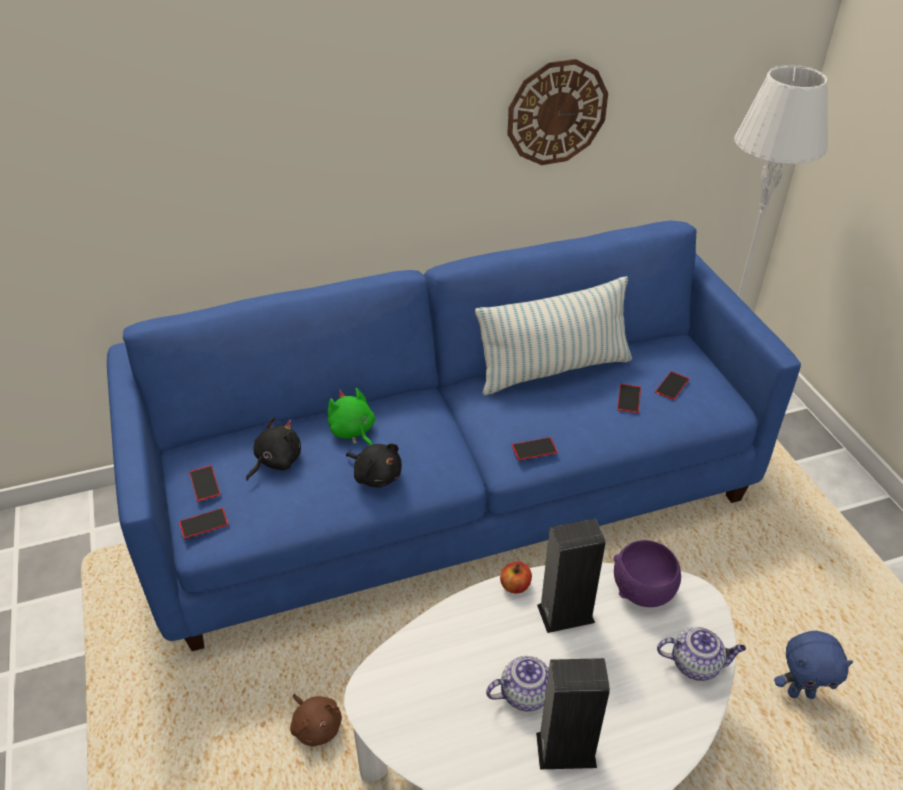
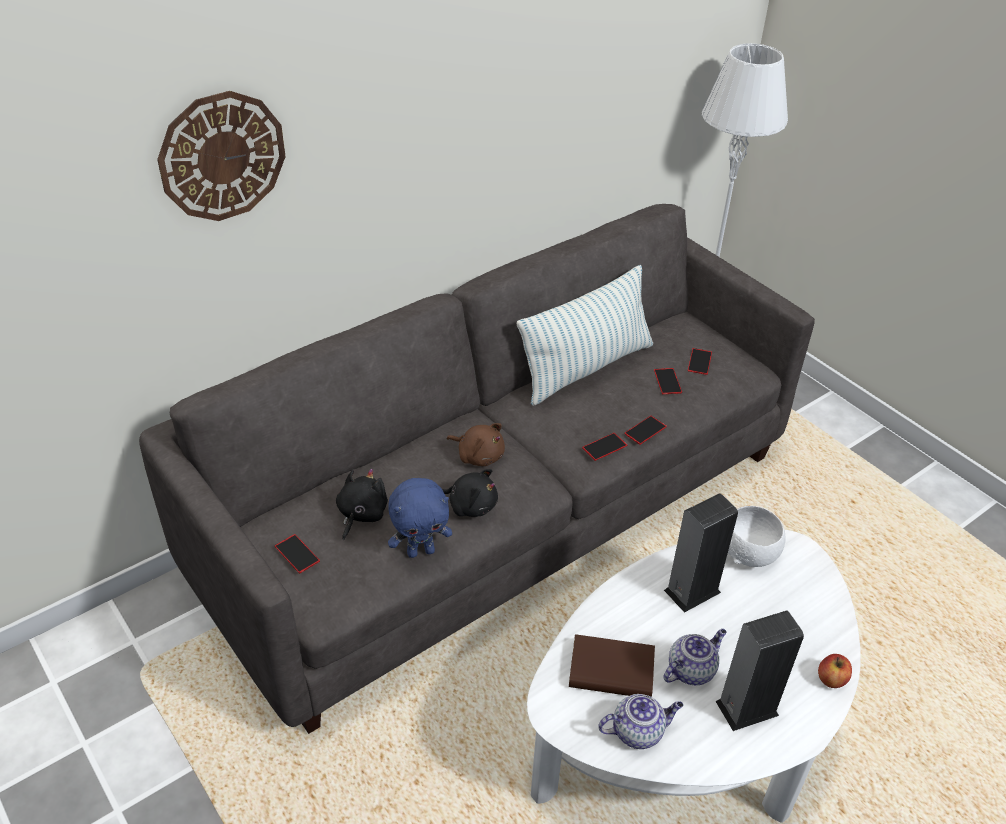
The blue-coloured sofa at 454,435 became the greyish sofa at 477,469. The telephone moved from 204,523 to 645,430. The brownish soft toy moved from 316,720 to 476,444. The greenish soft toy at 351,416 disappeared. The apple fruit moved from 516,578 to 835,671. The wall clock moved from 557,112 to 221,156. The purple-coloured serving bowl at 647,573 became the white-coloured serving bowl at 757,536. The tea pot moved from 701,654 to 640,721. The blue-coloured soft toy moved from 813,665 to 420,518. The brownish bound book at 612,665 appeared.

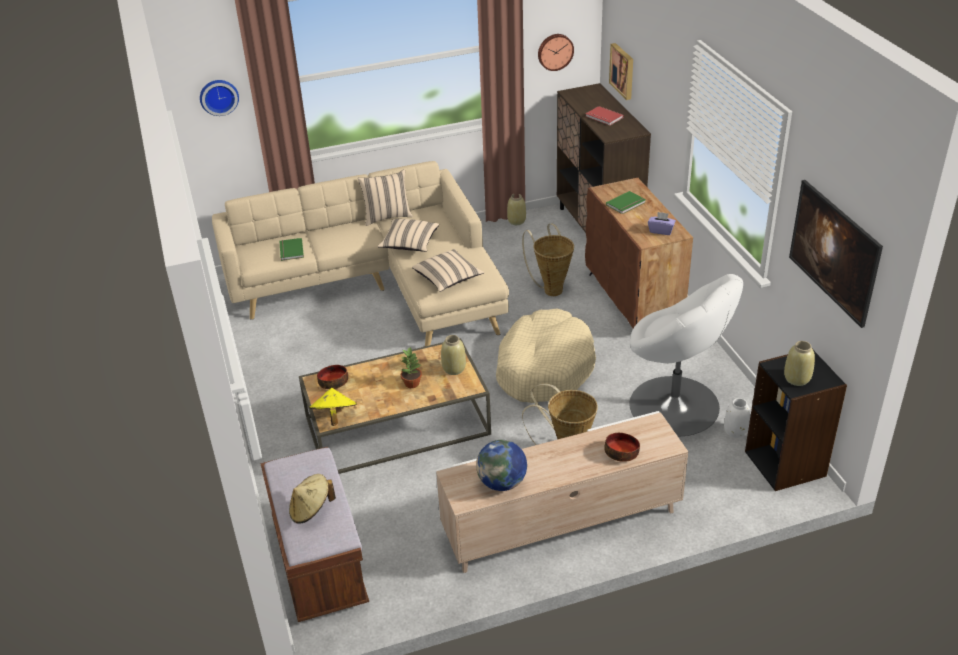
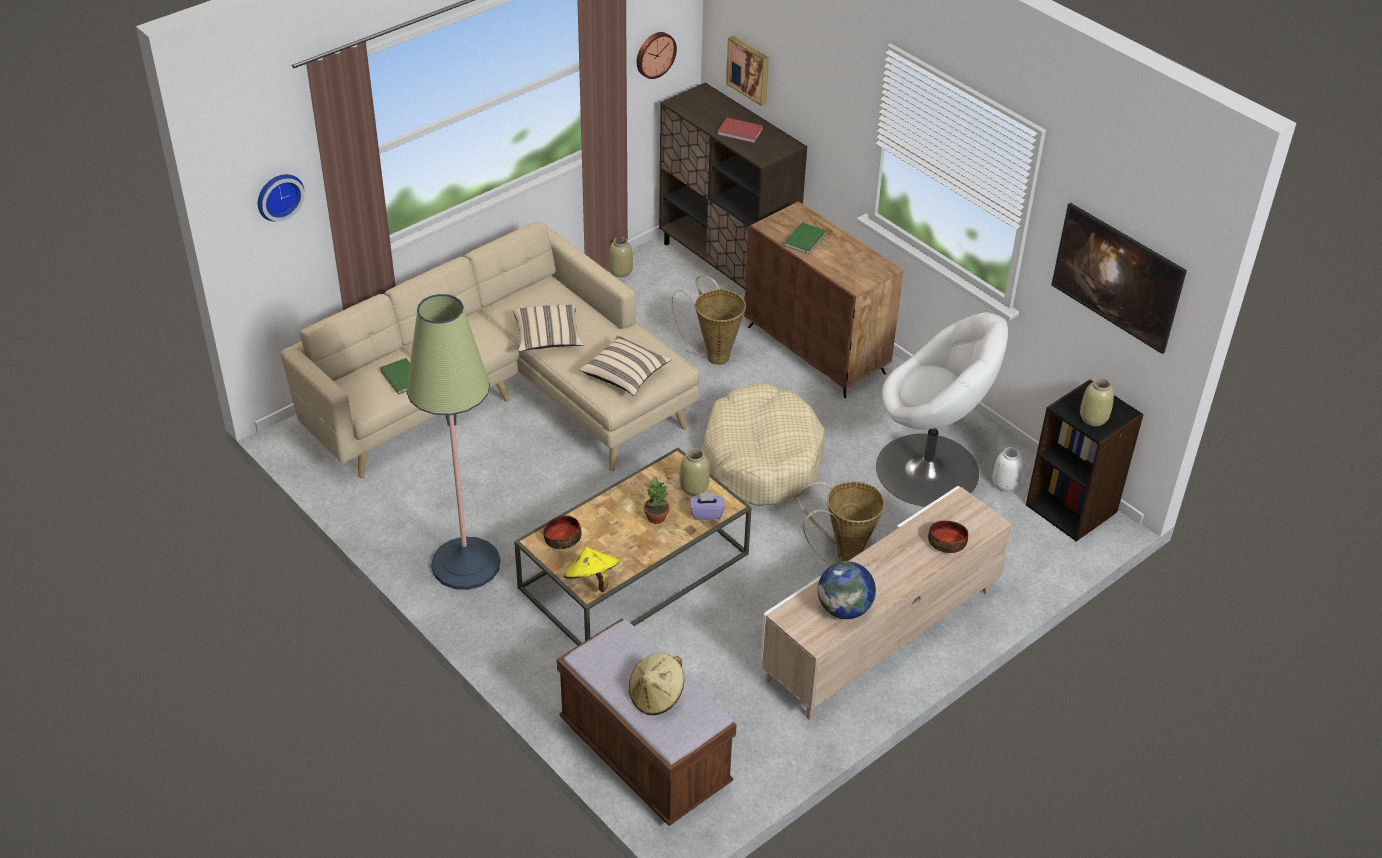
The sand-coloured cushion at 385,197 disappeared. The purple-coloured tissue box moved from 662,223 to 707,506. The floor lamp at 453,442 appeared.

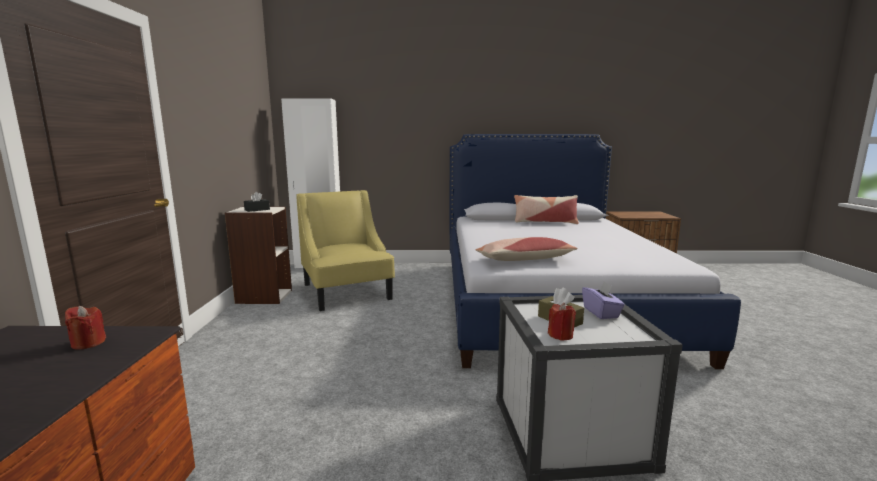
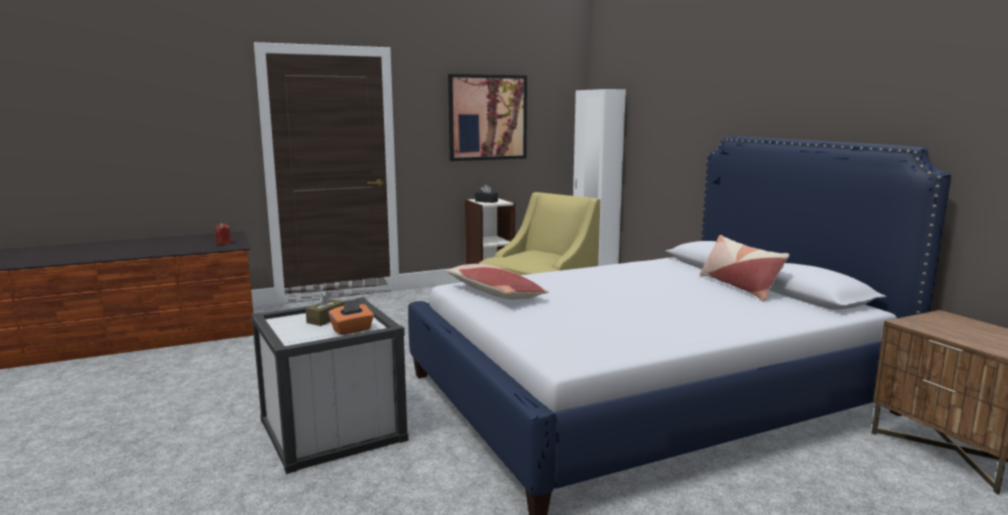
The red wax candle at 562,322 disappeared. The purple-coloured tissue box at 603,300 became the orangey tissue box at 351,318. The wall art at 487,117 appeared.

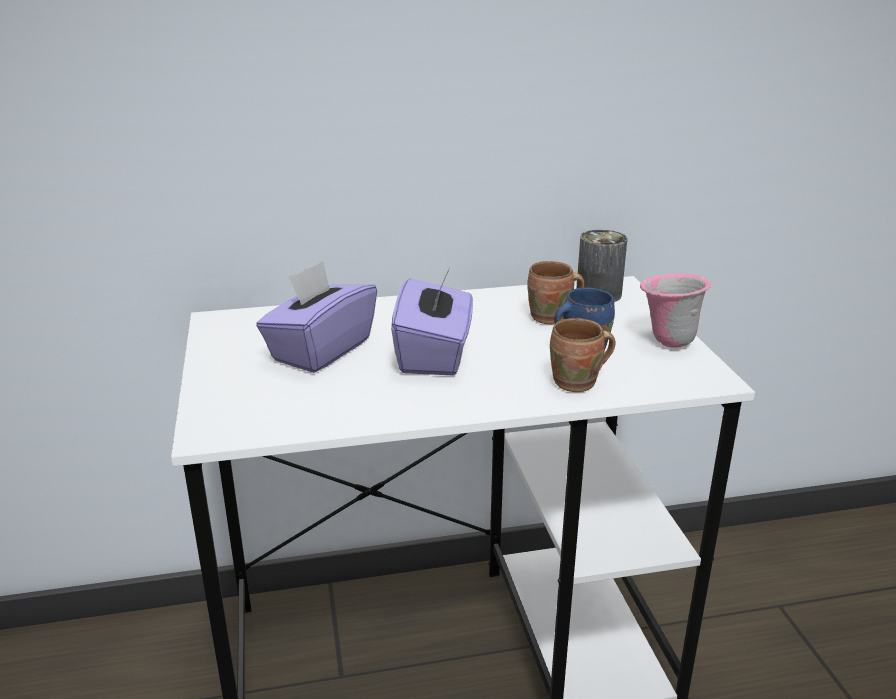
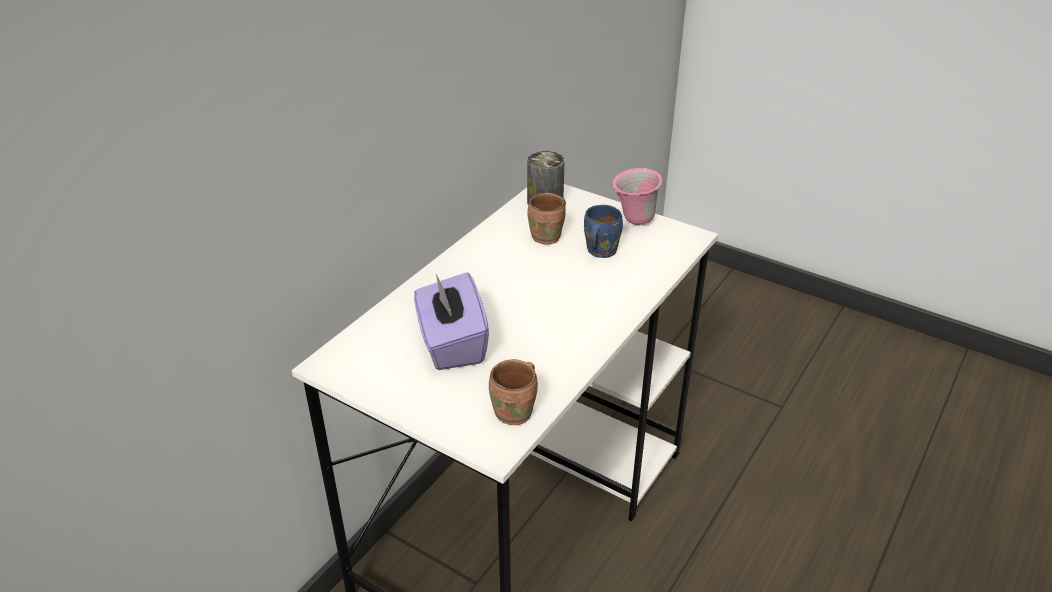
The purple-coloured tissue box at 432,321 disappeared. The brownish mug moved from 583,355 to 513,392.

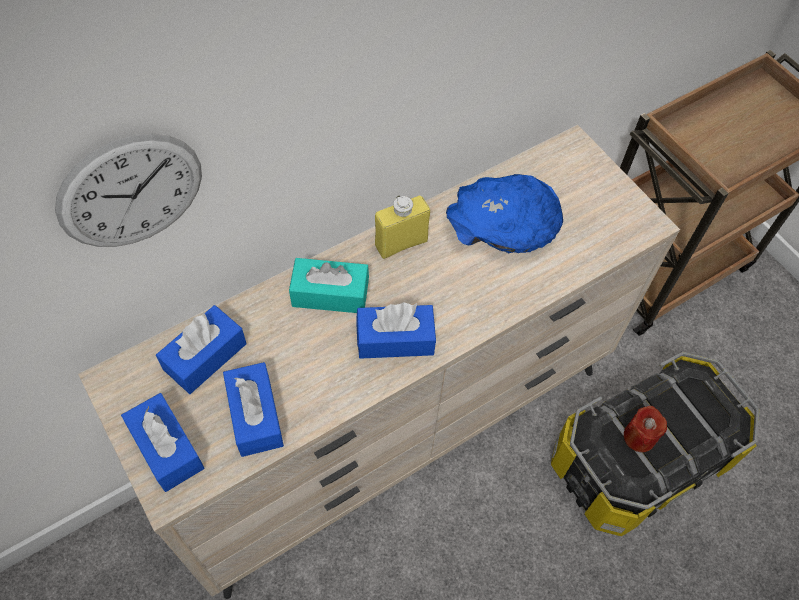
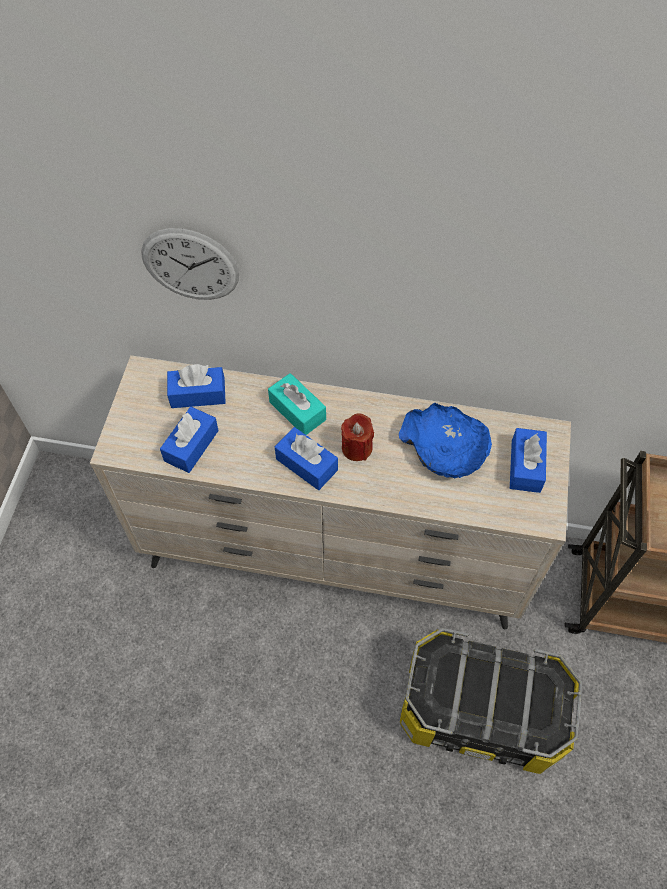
The blue-coloured tissue box moved from 162,442 to 528,460. The yellow bottle at 402,227 disappeared. The red wax candle moved from 645,429 to 357,437.

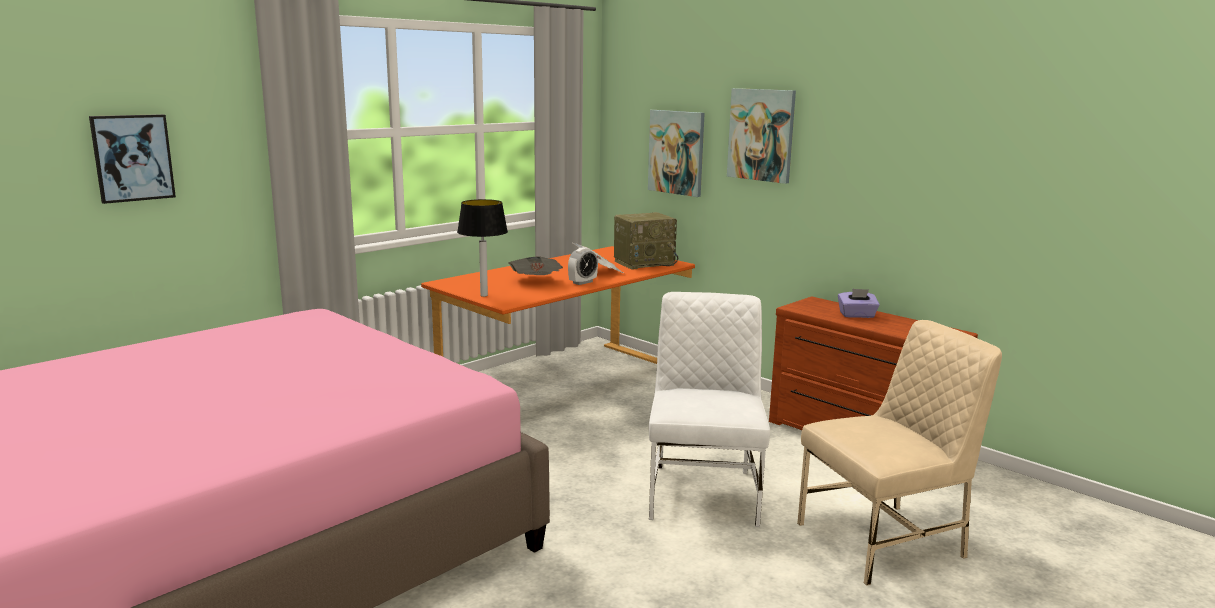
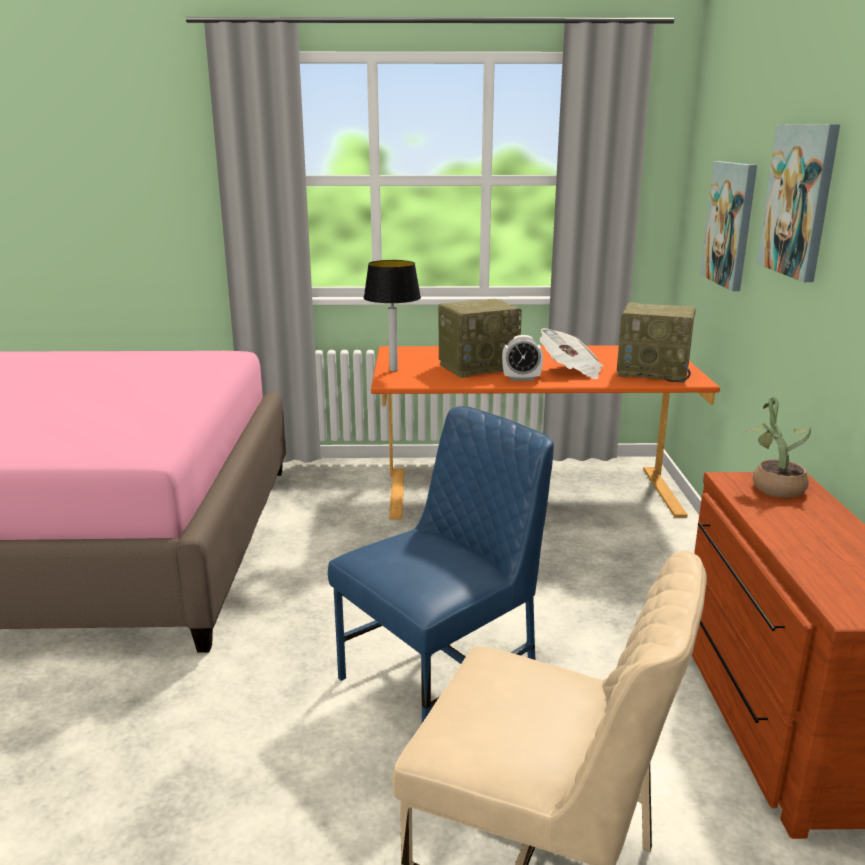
The wall art at 132,159 disappeared. The newspaper at 535,266 was replaced by the radio set at 480,338. The white-coloured chair at 709,409 became the blue-coloured chair at 441,564. The purple-coloured tissue box at 859,303 disappeared. The plant in a pot at 779,447 appeared.

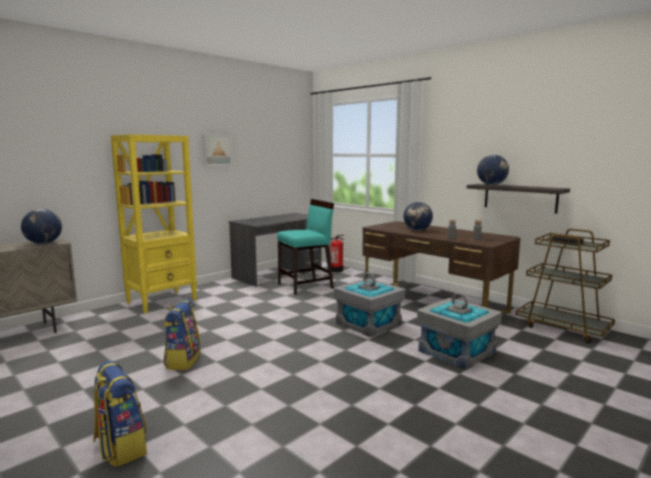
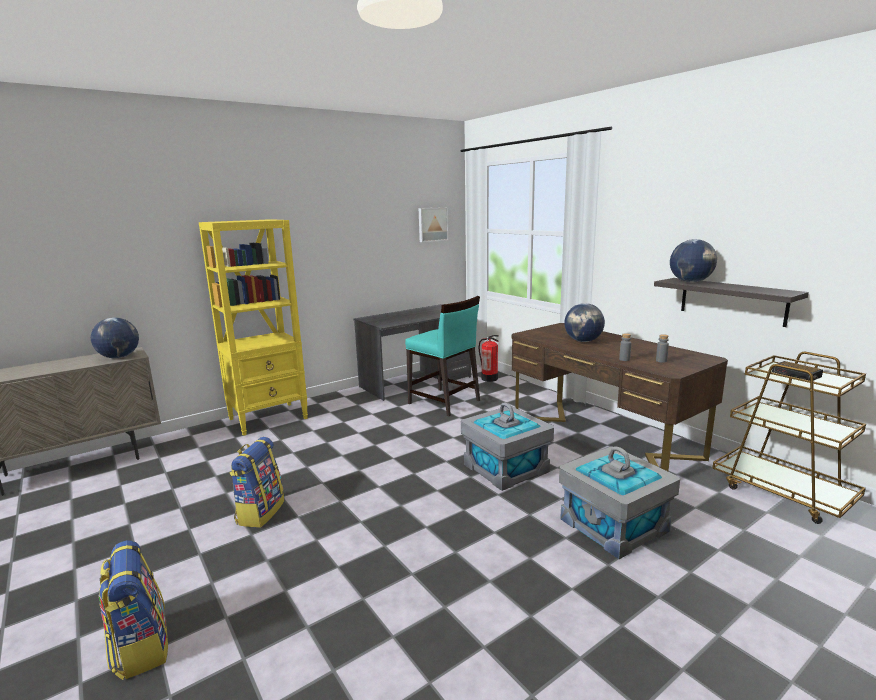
The wall art moved from 217,150 to 433,224. The blue-green chair at 305,247 turned 60 degrees clockwise.

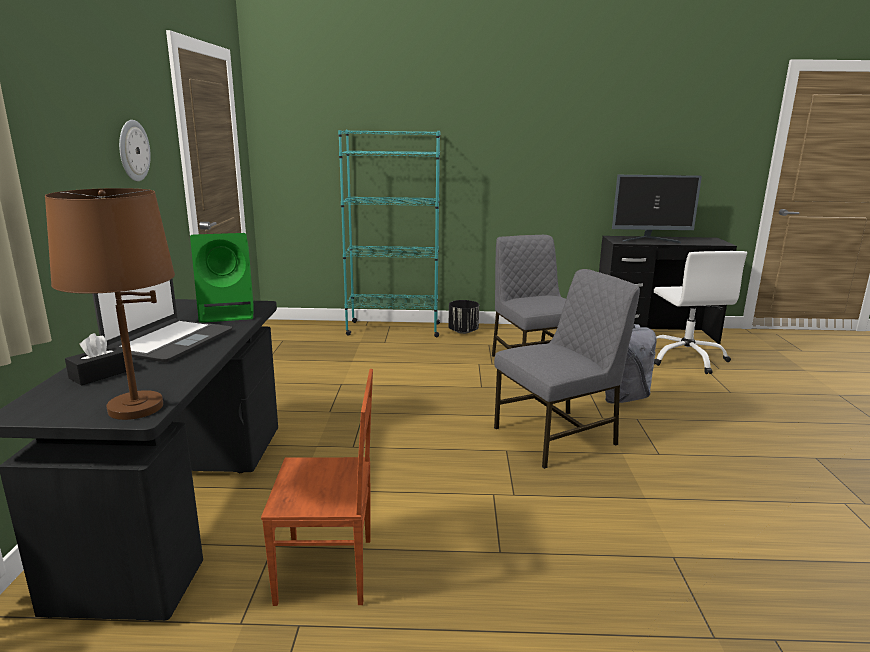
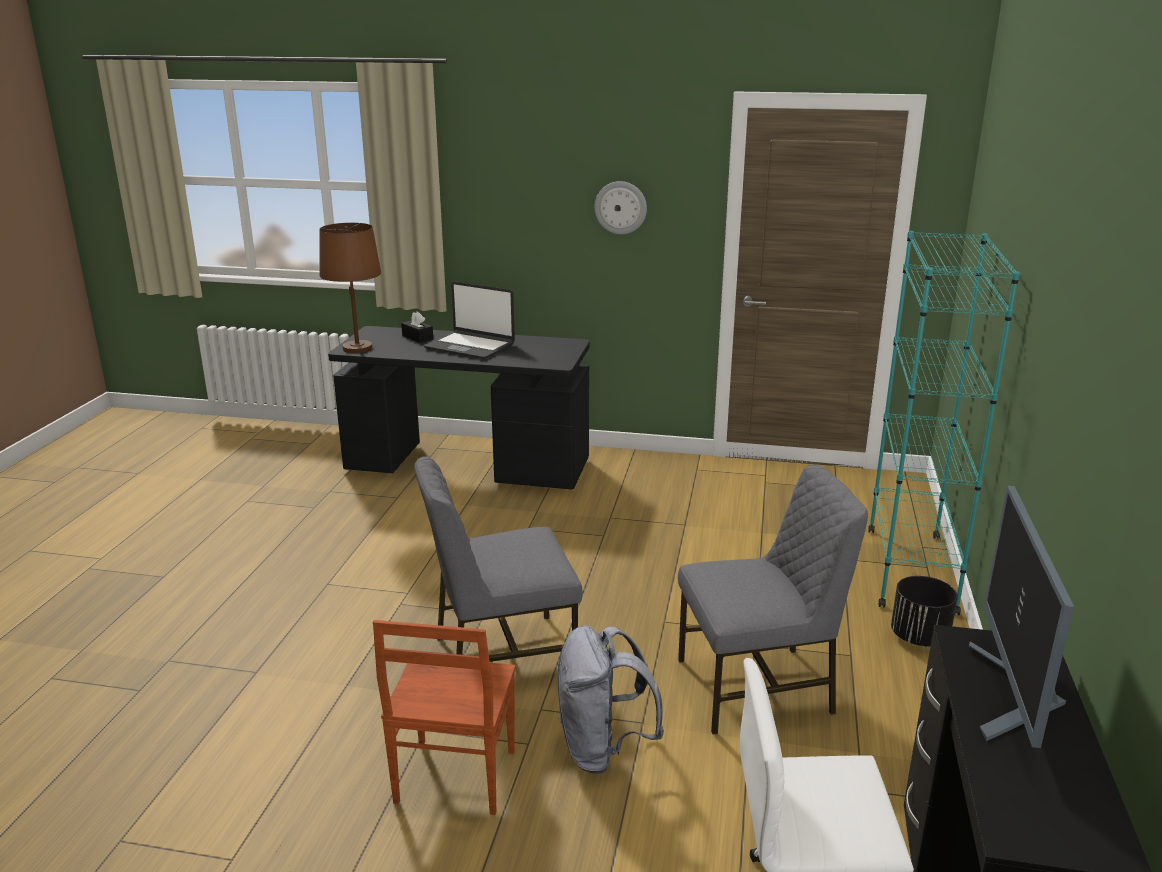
The greenish audio speaker at 222,278 disappeared. The brownish chair moved from 317,487 to 444,717. The greyish chair at 567,369 turned 90 degrees clockwise.

